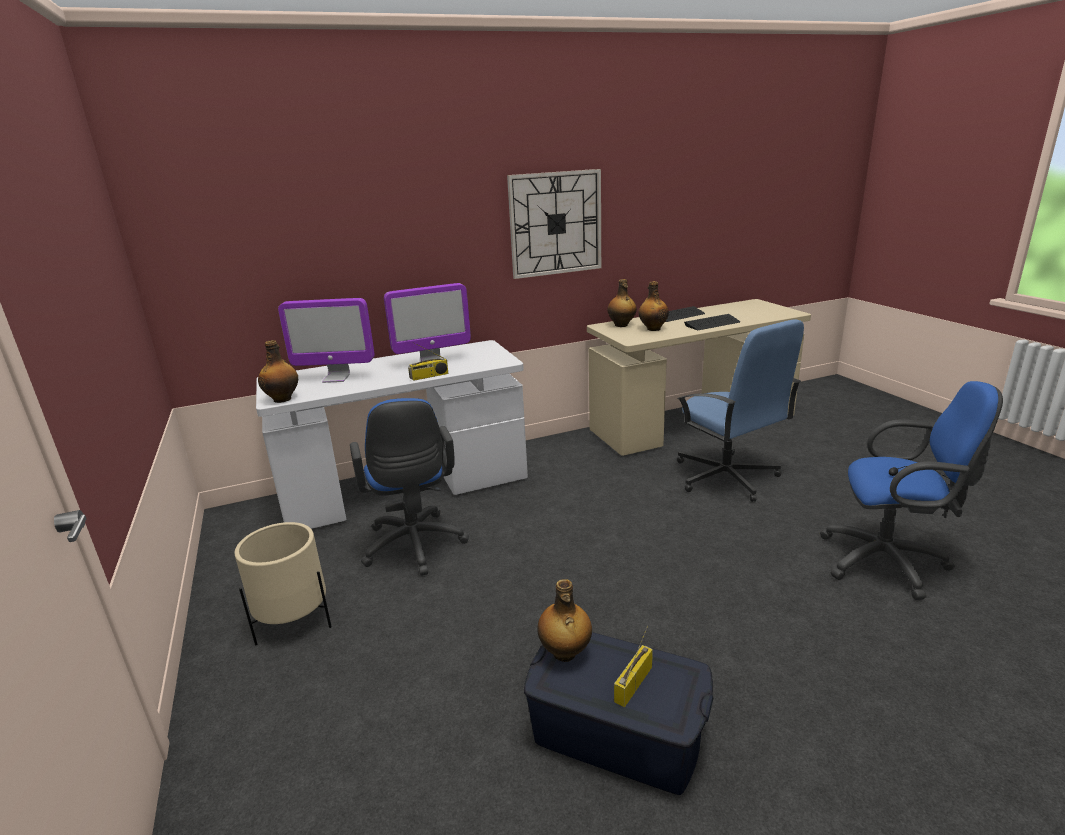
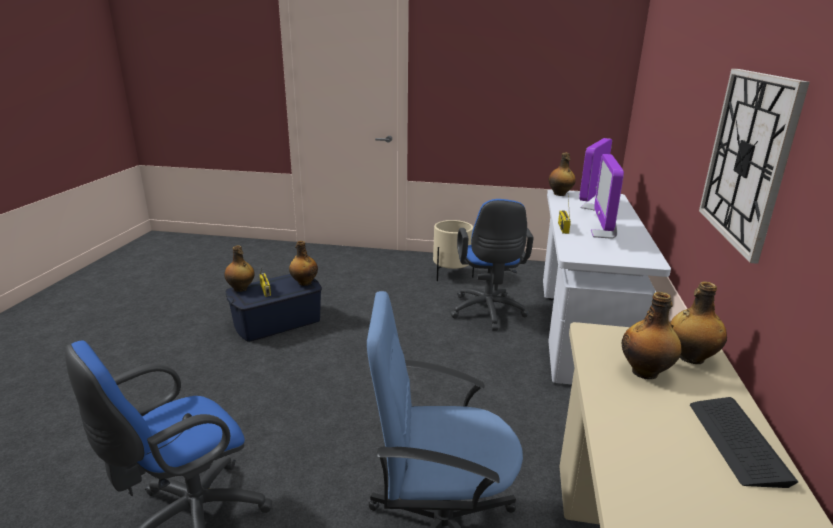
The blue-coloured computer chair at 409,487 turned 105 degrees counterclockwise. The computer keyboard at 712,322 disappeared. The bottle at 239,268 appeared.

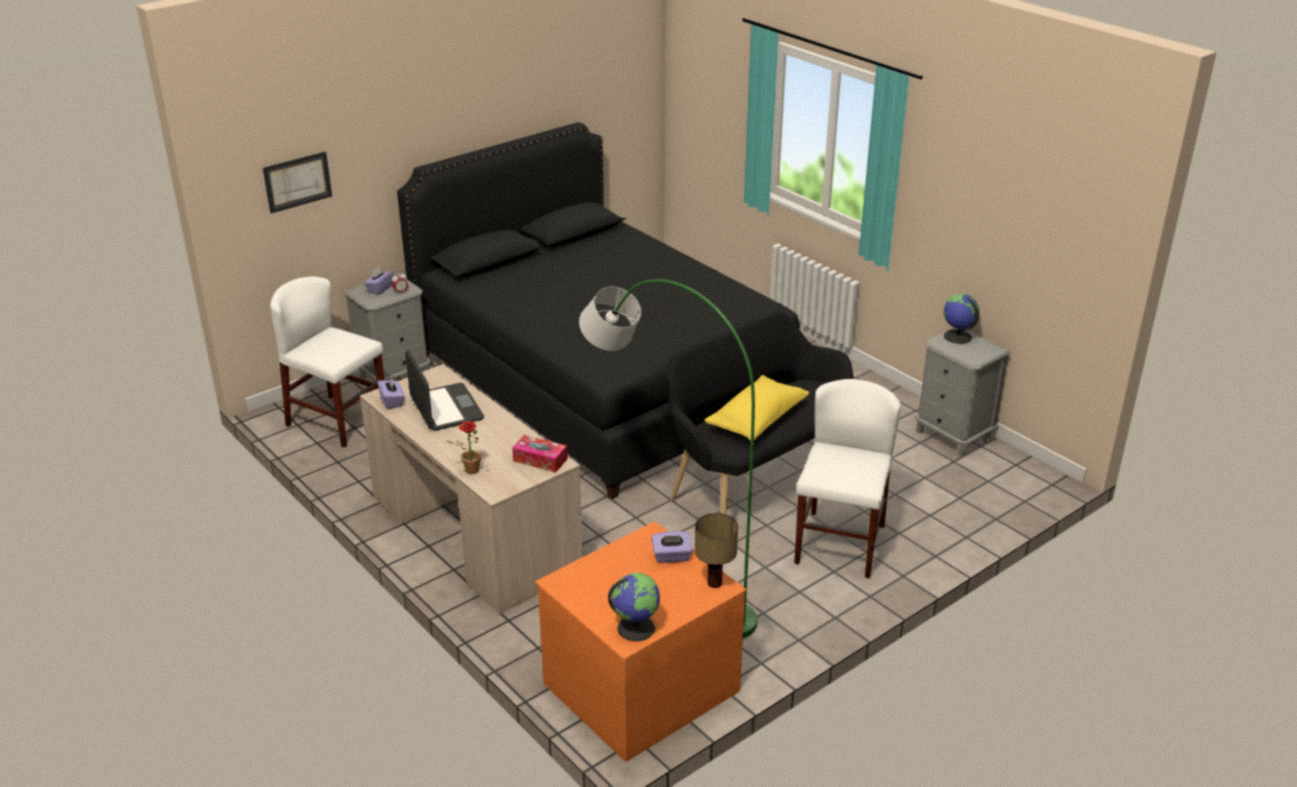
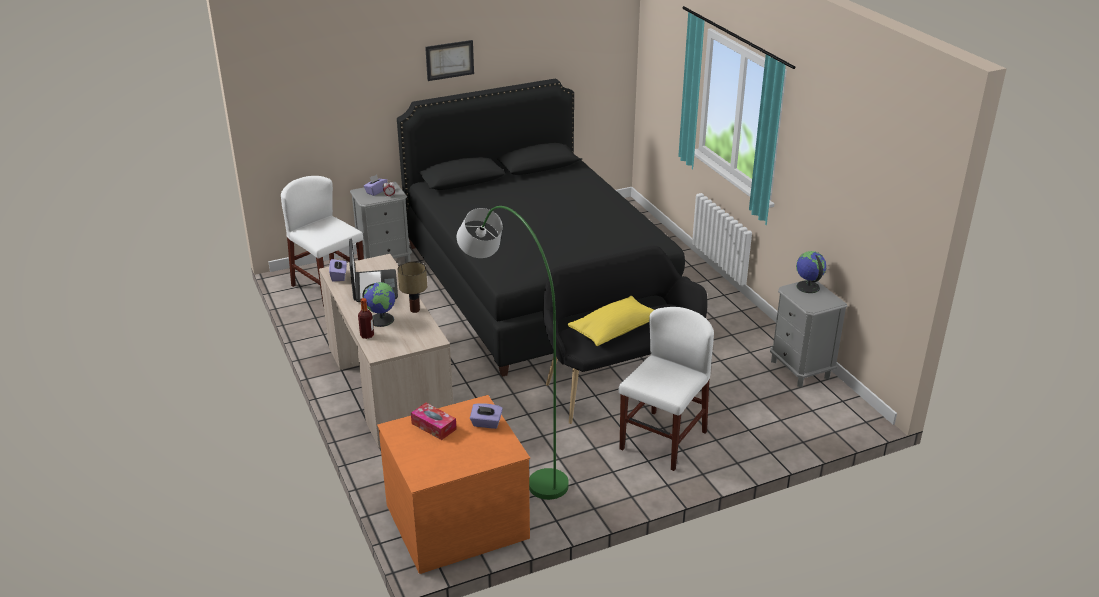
The wall art moved from 297,182 to 449,60. The plant in a pot at 465,447 was replaced by the bottle at 366,318. The tissue box moved from 539,453 to 434,421. The desk globe moved from 634,607 to 378,304. The tabletop lamp moved from 716,550 to 412,287.

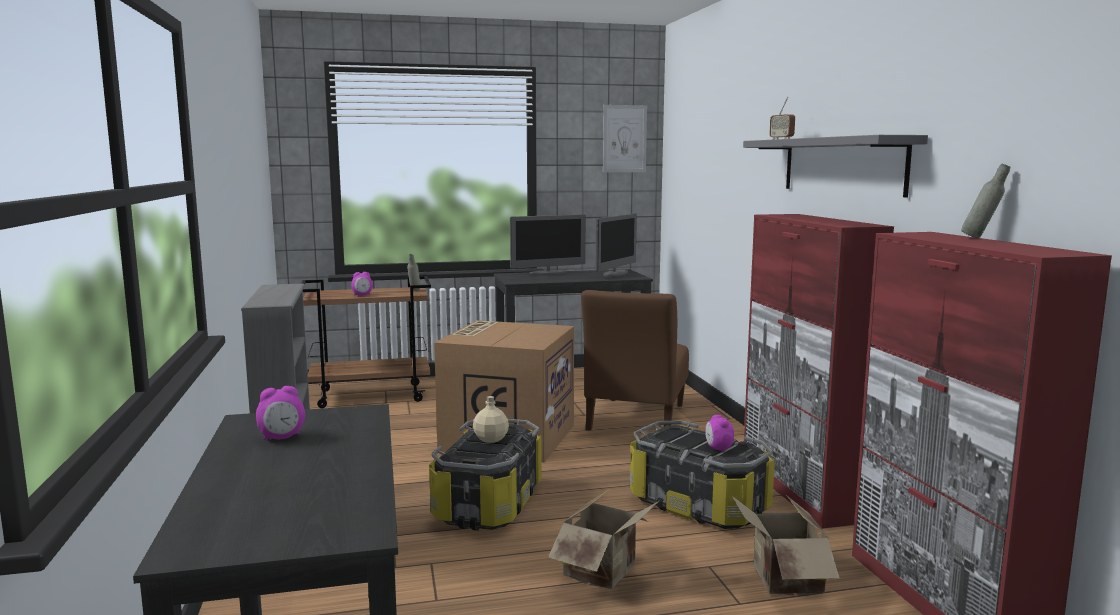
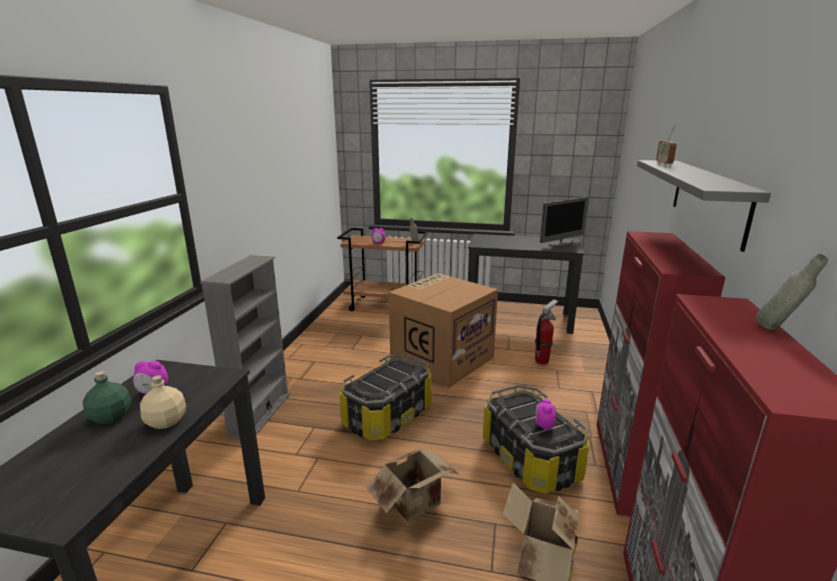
The sand-coloured bottle moved from 491,419 to 163,402. The monitor at 548,244 disappeared. The brownish chair at 635,360 was replaced by the extinguisher at 546,332. The wall art at 625,138 disappeared. The greenish bottle at 107,397 appeared.

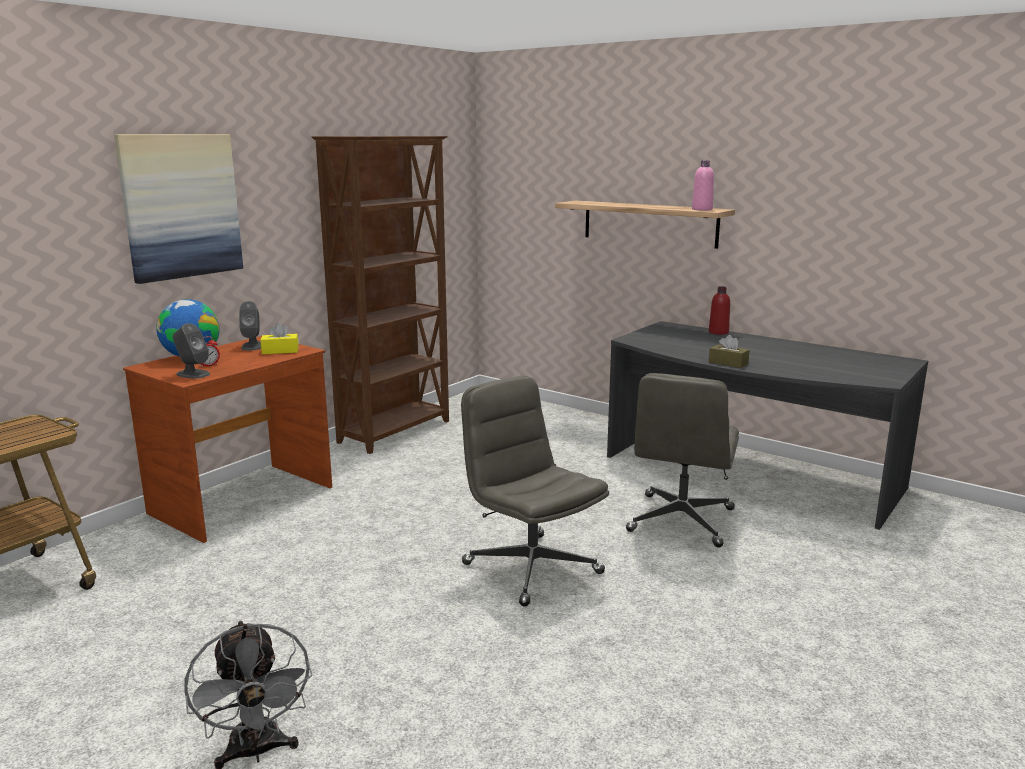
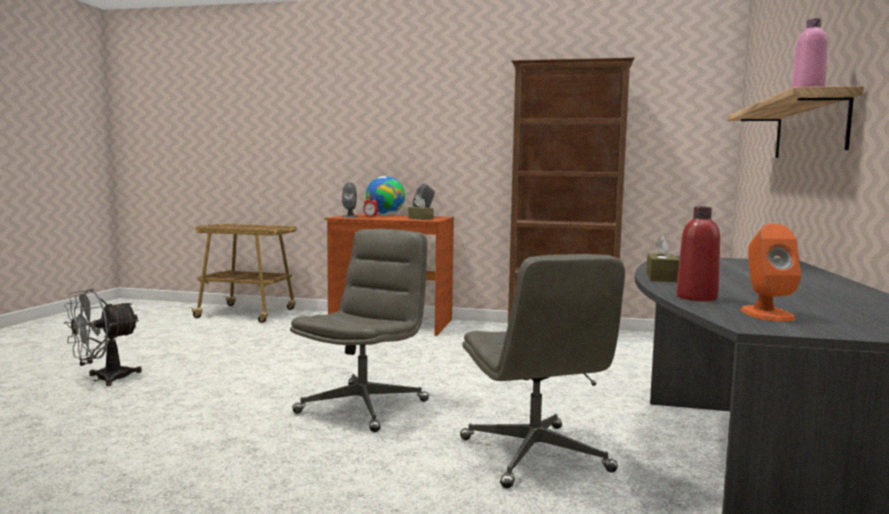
The wall art at 178,209 disappeared. The yellow tissue box at 280,338 became the brownish tissue box at 421,208. The greyish computer chair at 682,460 turned 105 degrees counterclockwise. The red bottle moved from 719,310 to 698,254. The orangey audio speaker at 771,272 appeared.

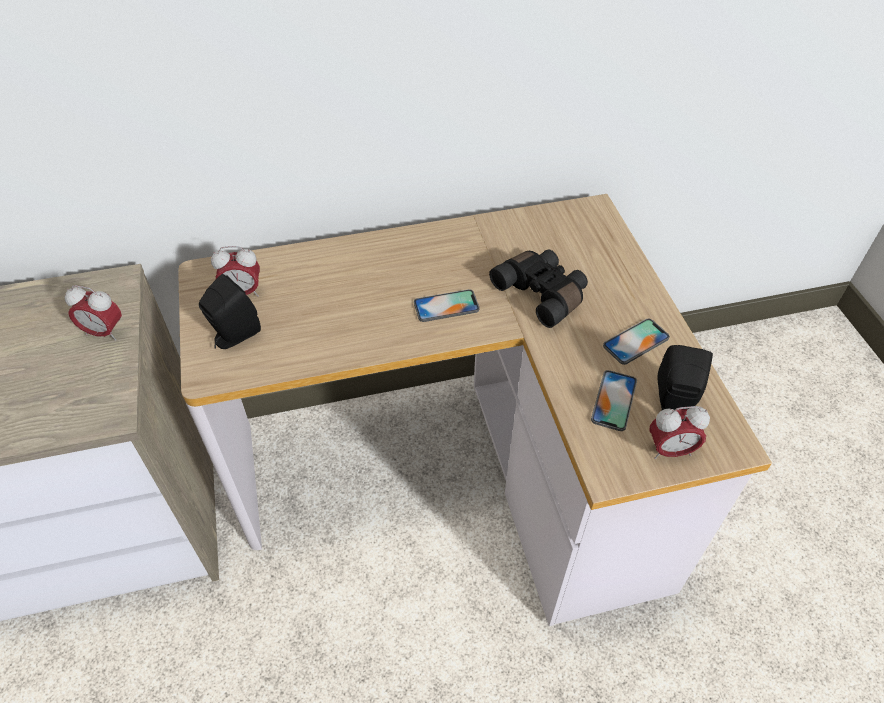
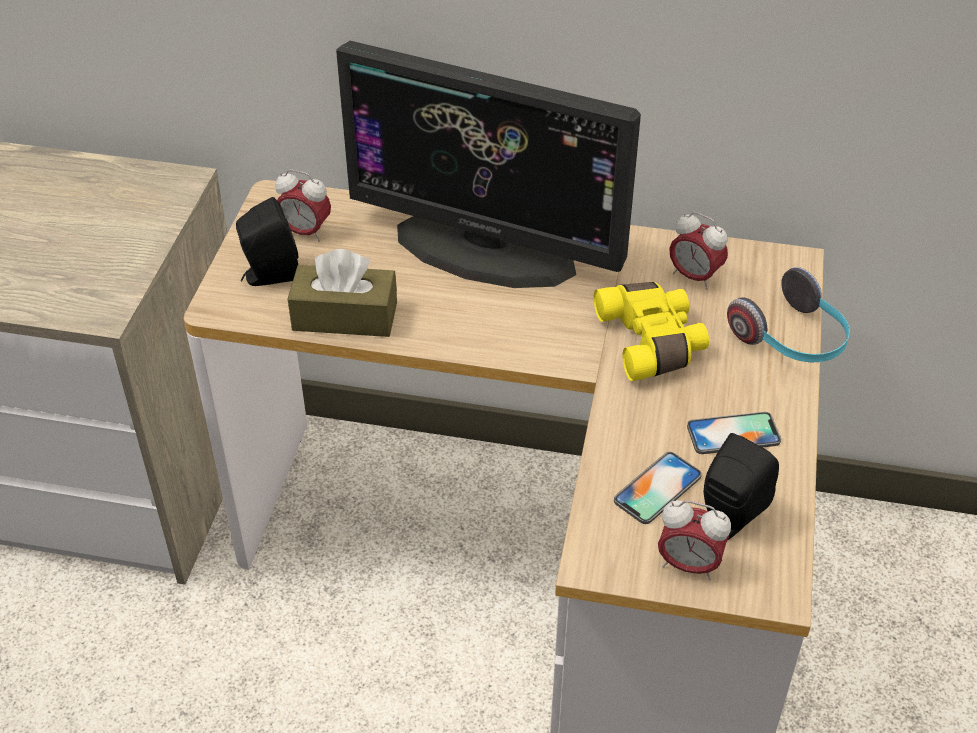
The table clock moved from 93,313 to 698,251. The telephone at 446,305 disappeared. The black-coloured binoculars at 538,289 became the yellow binoculars at 651,331. The brownish tissue box at 342,293 appeared. The monitor at 488,164 appeared. The pair of headphones at 788,314 appeared.

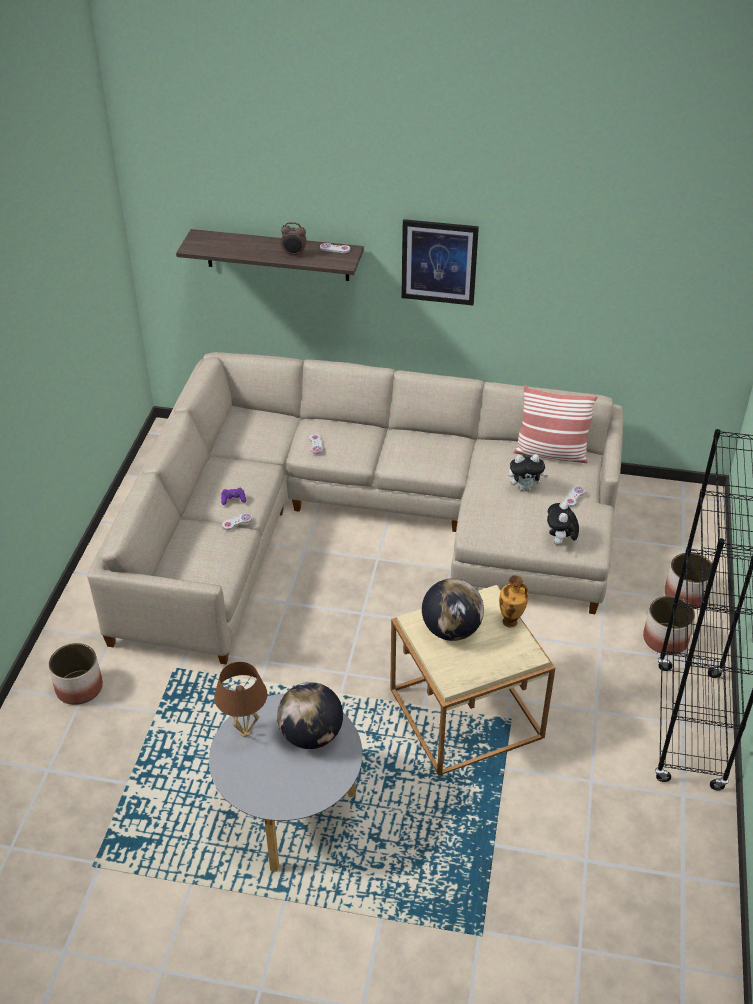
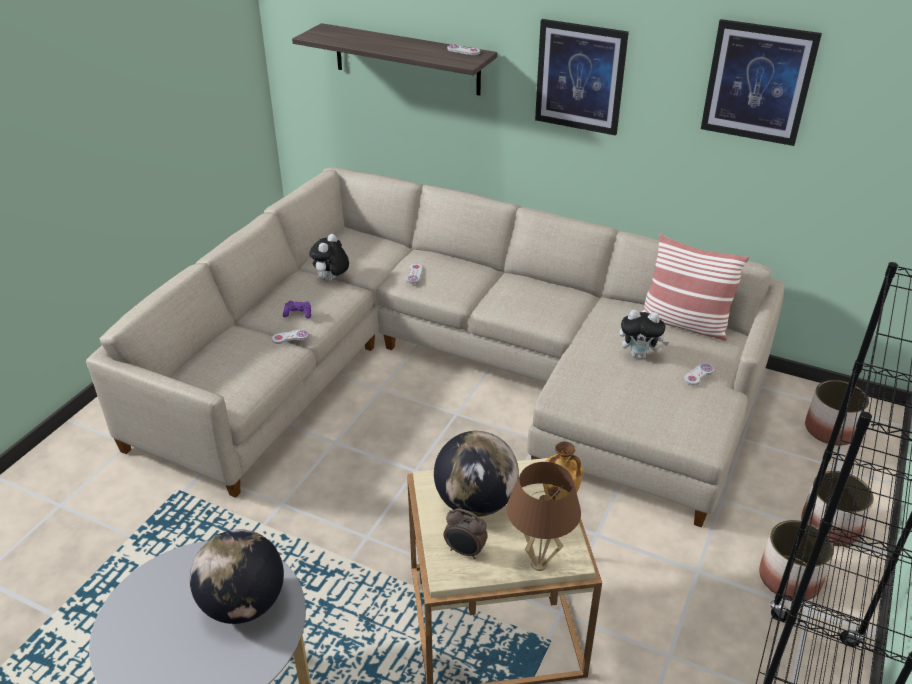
The plant pot moved from 75,674 to 837,413. The brownish tabletop lamp moved from 240,699 to 544,516. The table clock moved from 294,239 to 466,533. The soft toy moved from 563,523 to 329,257. The wall art at 761,82 appeared.

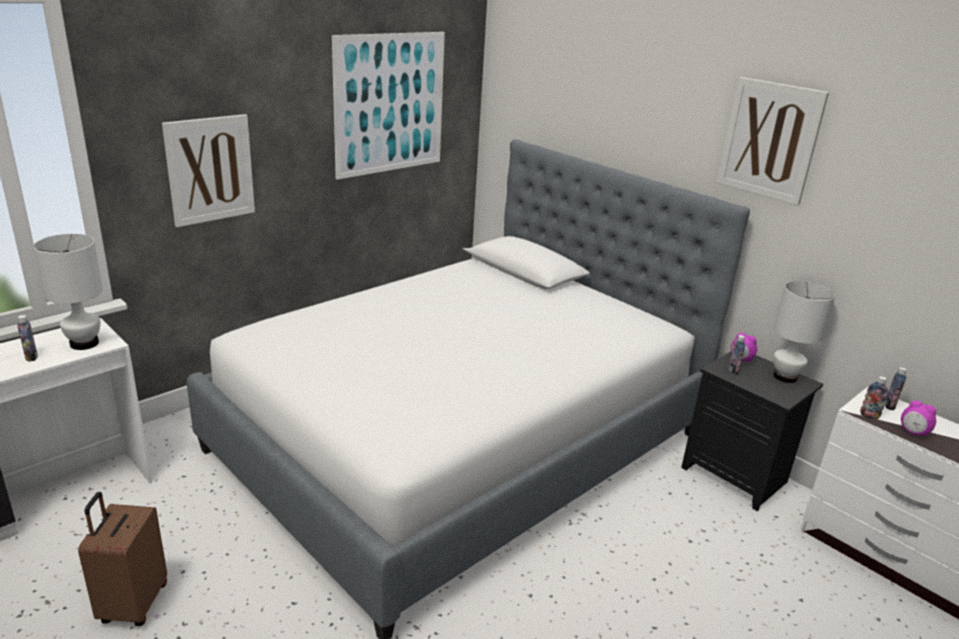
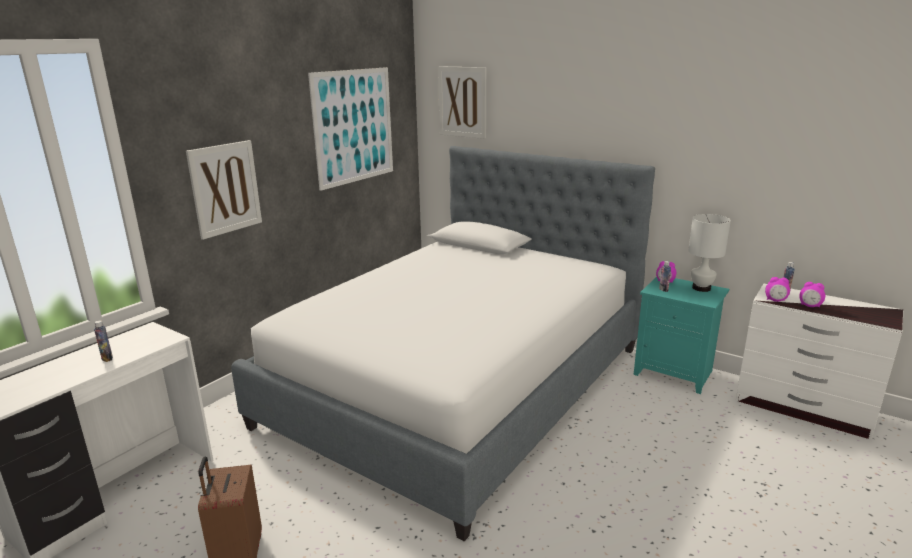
The white-coloured tabletop lamp at 68,292 disappeared. The black-coloured nightstand at 752,431 became the blue-green nightstand at 681,335. The wall art moved from 773,141 to 462,102. The bottle at 874,397 was replaced by the table clock at 777,289.

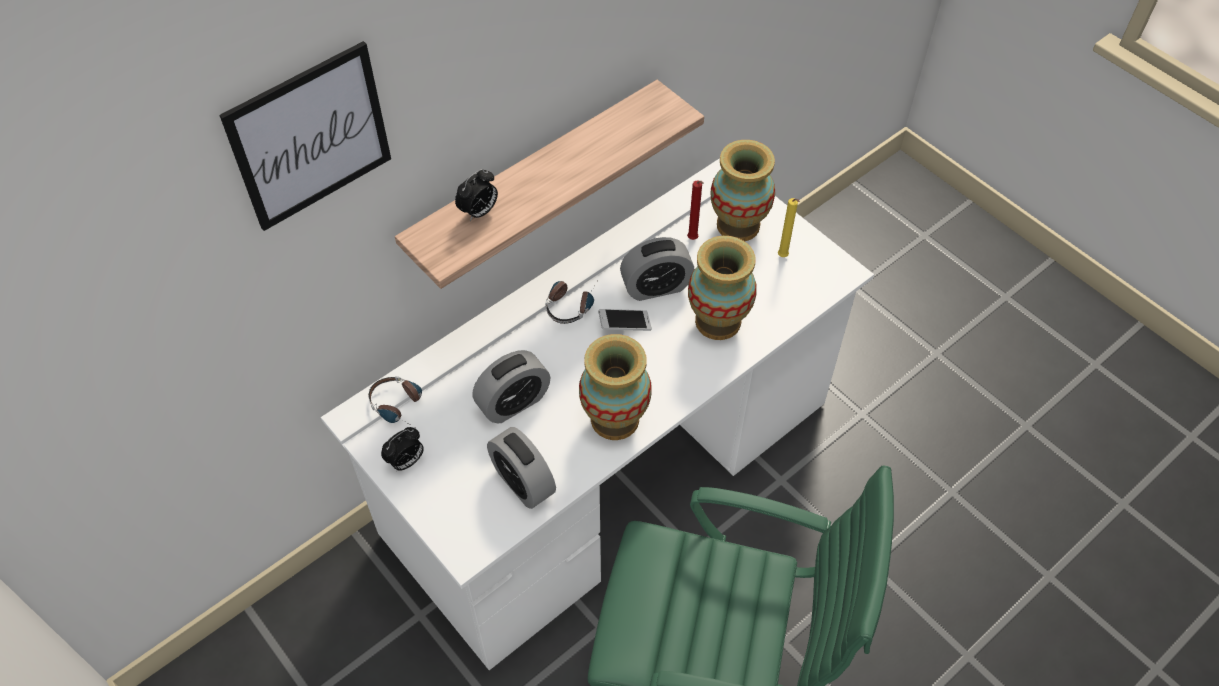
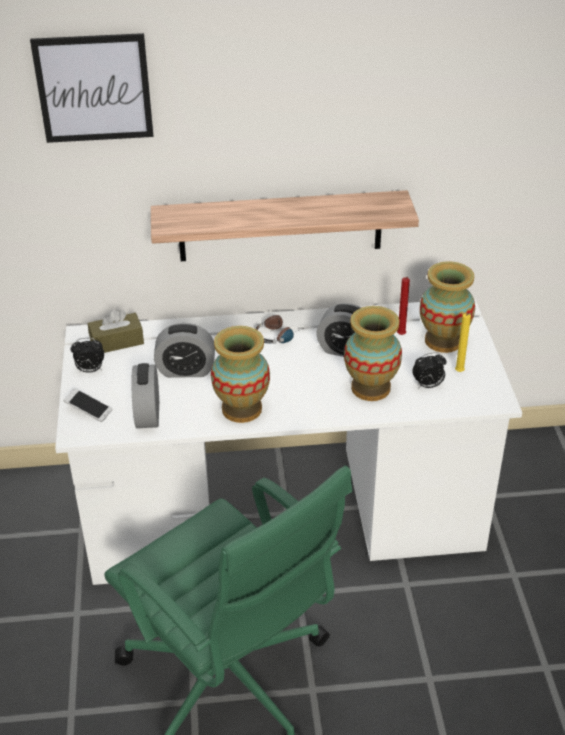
The pair of headphones at 395,401 was replaced by the brownish tissue box at 116,331. The table clock moved from 476,195 to 429,370. The telephone moved from 625,320 to 87,405.

